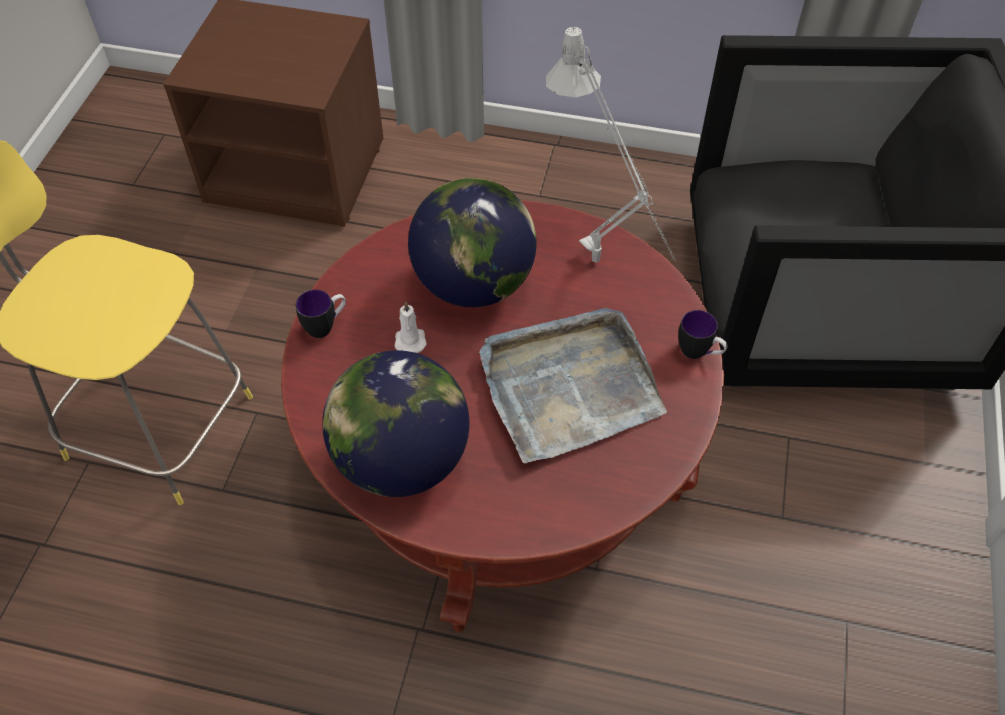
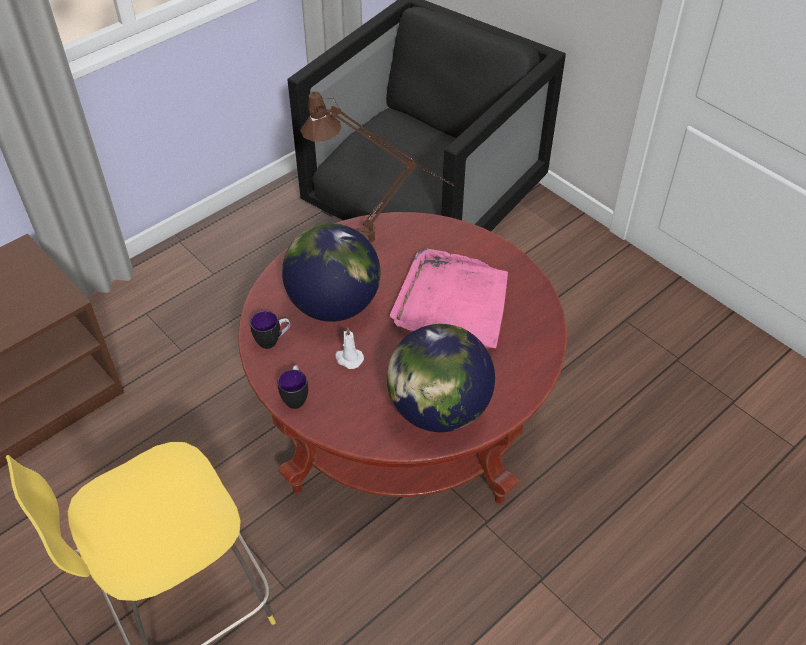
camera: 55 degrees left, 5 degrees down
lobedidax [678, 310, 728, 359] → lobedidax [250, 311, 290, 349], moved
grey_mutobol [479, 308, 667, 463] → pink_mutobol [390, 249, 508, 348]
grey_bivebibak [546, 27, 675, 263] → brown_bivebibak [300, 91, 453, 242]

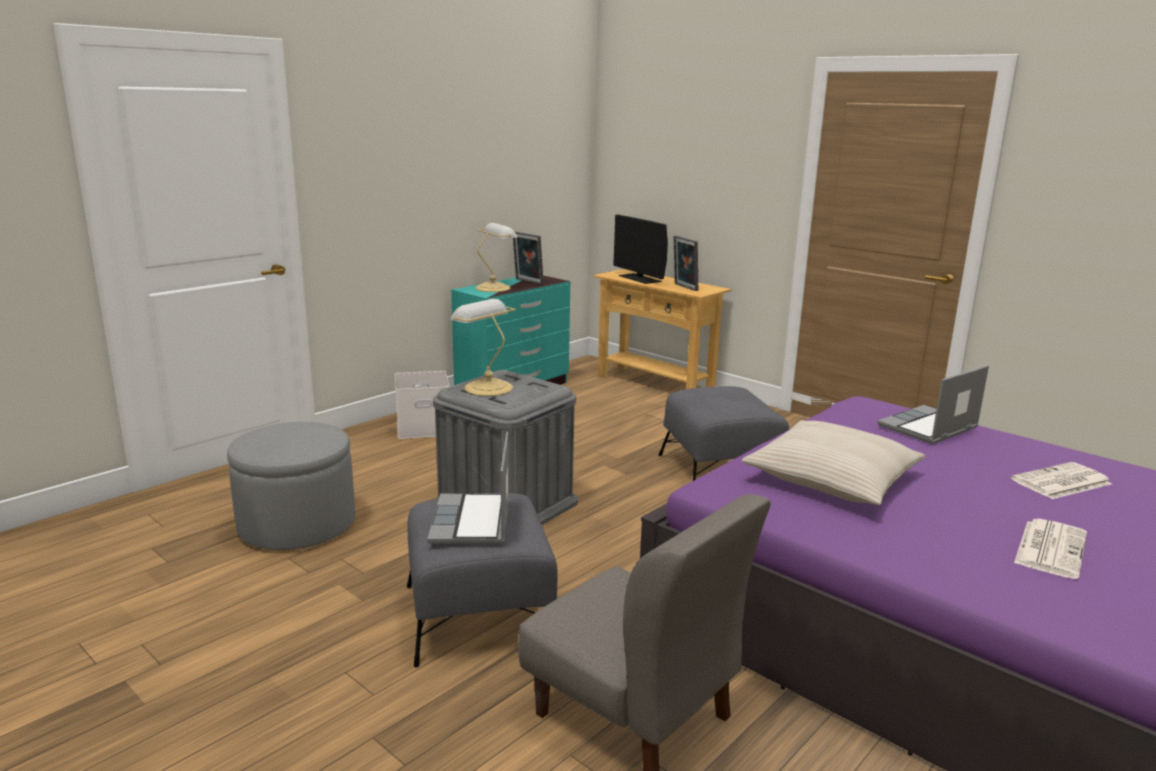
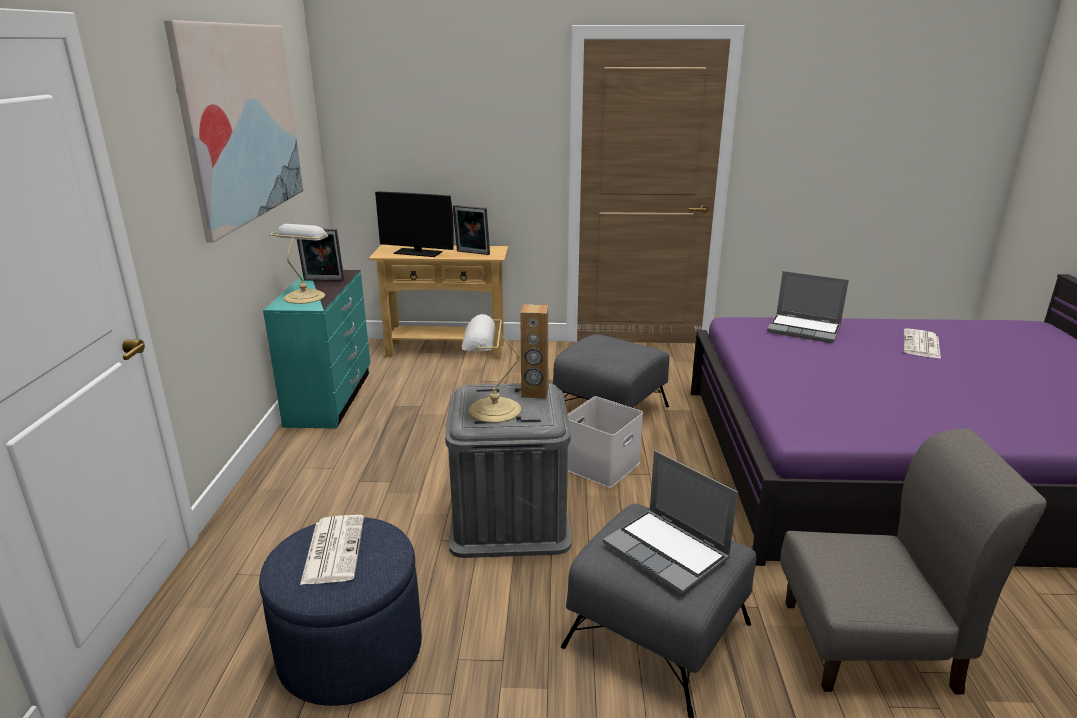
camera: 40 degrees left, 5 degrees up
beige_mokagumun [742, 420, 925, 505] → -
- → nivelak [164, 20, 303, 242]
- → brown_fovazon [520, 304, 548, 399]
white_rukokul [395, 371, 449, 439] → white_rukokul [567, 396, 643, 488], moved
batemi [1014, 519, 1087, 579] → batemi [300, 515, 364, 585], moved
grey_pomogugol [227, 422, 355, 550] → blue_pomogugol [259, 517, 422, 706]
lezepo [877, 365, 989, 444] → lezepo [767, 271, 849, 343], 75 degrees counterclockwise

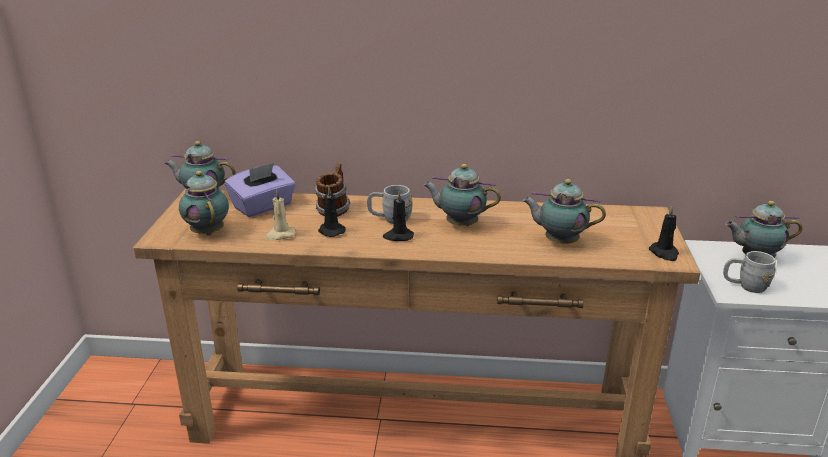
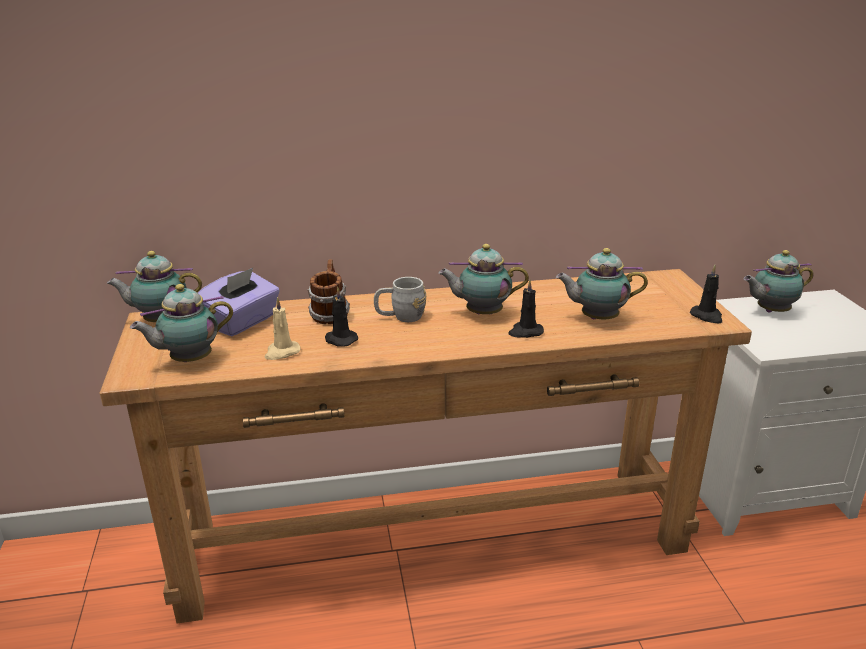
camera: 15 degrees left, 0 degrees up
grey_lobedidax [723, 251, 776, 293] → -
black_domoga [383, 192, 414, 241] → black_domoga [508, 279, 544, 338], moved
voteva [179, 171, 229, 236] → voteva [130, 284, 233, 362], 75 degrees counterclockwise

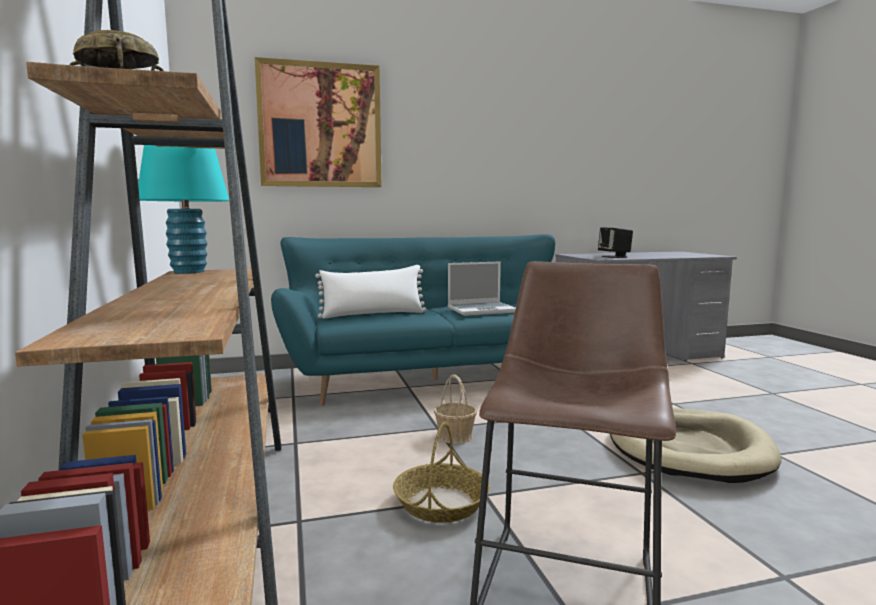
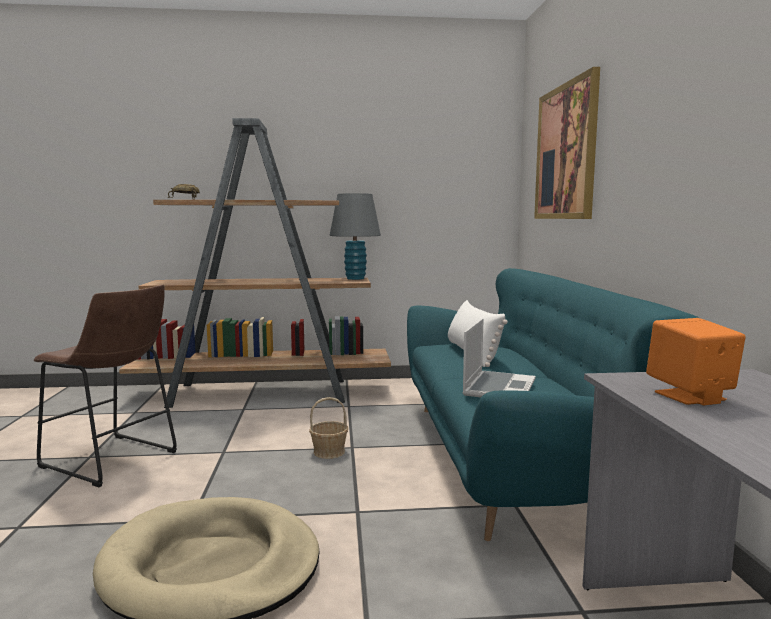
camera: 100 degrees right, 0 degrees up
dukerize [393, 422, 490, 523] → -
turquoise_bivebibak [138, 145, 229, 274] → grey_bivebibak [330, 193, 381, 280]
black_fovazon [598, 227, 633, 258] → orange_fovazon [646, 318, 746, 406]
lezepo [448, 261, 516, 316] → lezepo [462, 318, 535, 397], 150 degrees counterclockwise

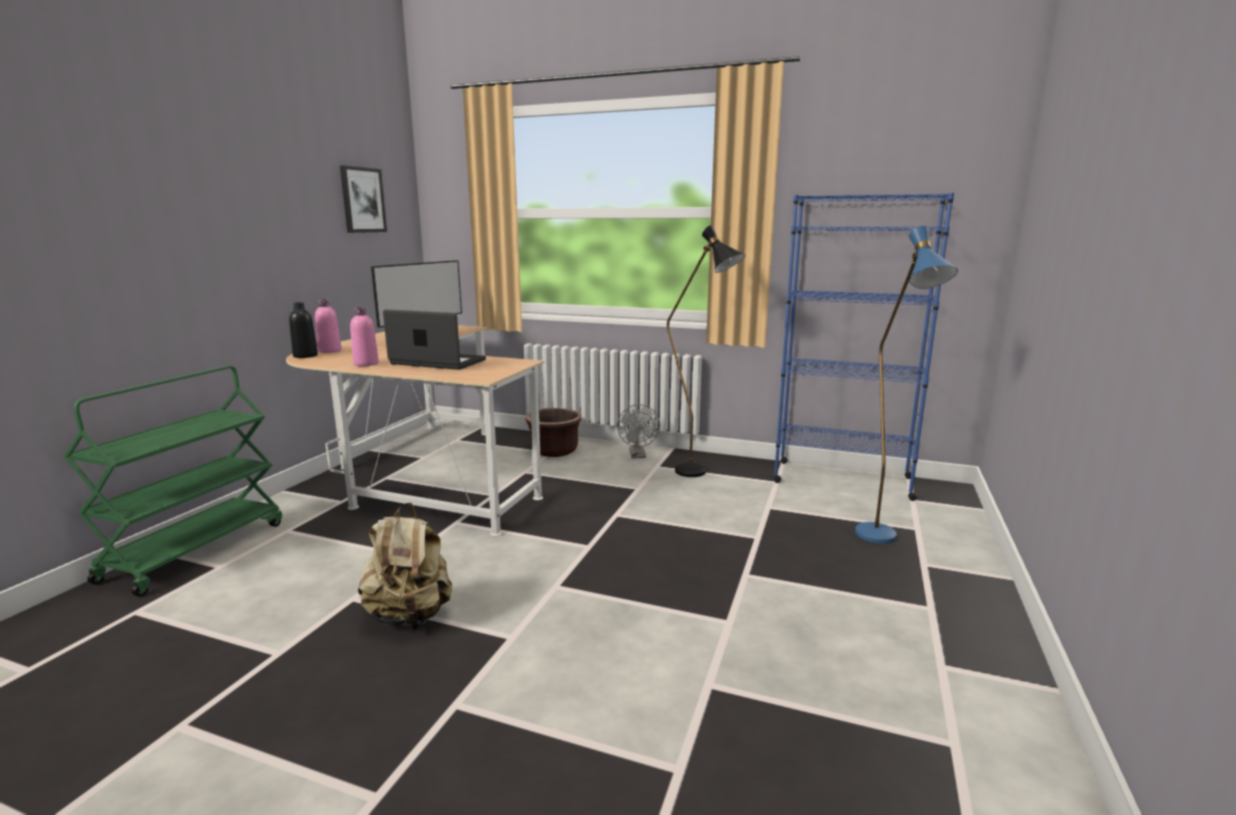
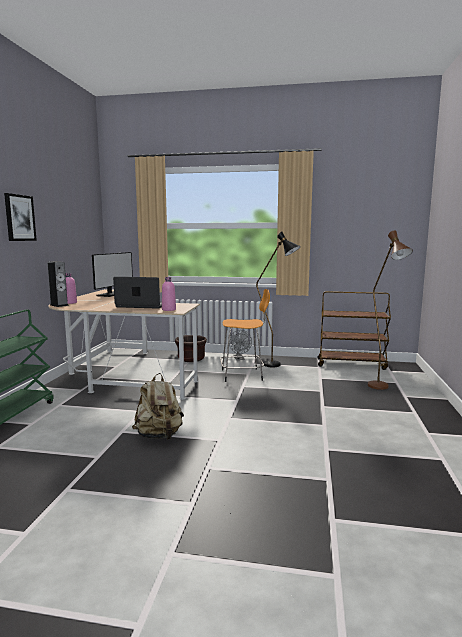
camera: 10 degrees left, 5 degrees down
- → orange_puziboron [220, 289, 270, 382]
nivelak [340, 165, 387, 233] → nivelak [4, 193, 37, 241], moved
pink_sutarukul [350, 307, 379, 366] → pink_sutarukul [162, 277, 176, 311], moved
black_sutarukul [289, 302, 318, 358] → fovazon [48, 261, 69, 307]
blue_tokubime [774, 193, 954, 501] → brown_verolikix [318, 291, 391, 370]
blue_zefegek [855, 226, 958, 544] → brown_zefegek [368, 230, 413, 390]

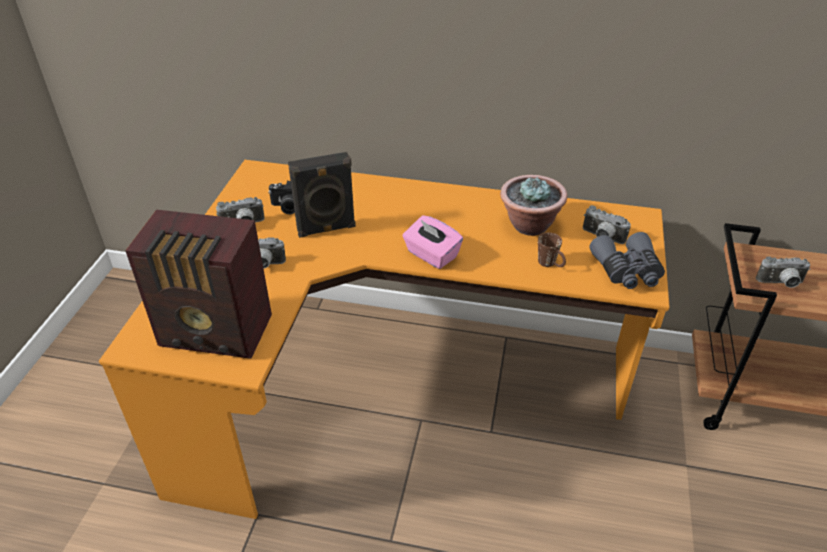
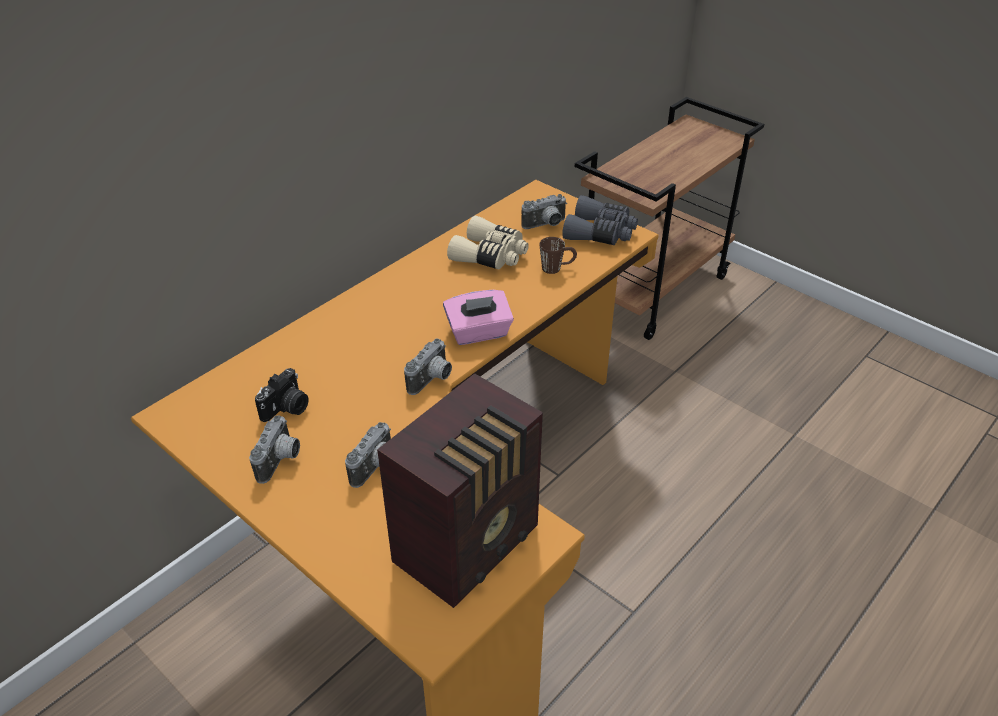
camera: 60 degrees left, 0 degrees up
black_fovazon [288, 152, 356, 238] → -
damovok [756, 256, 810, 288] → damovok [404, 339, 452, 395], moved
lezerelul [500, 175, 567, 236] → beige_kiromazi [447, 216, 529, 269]

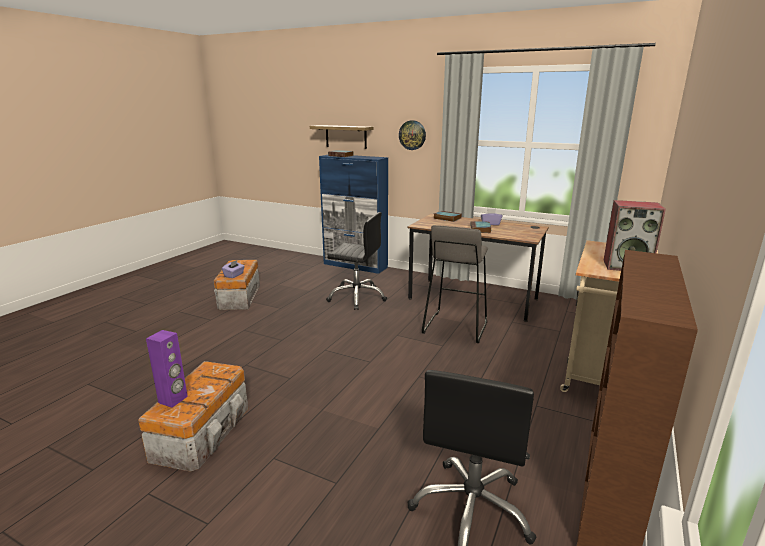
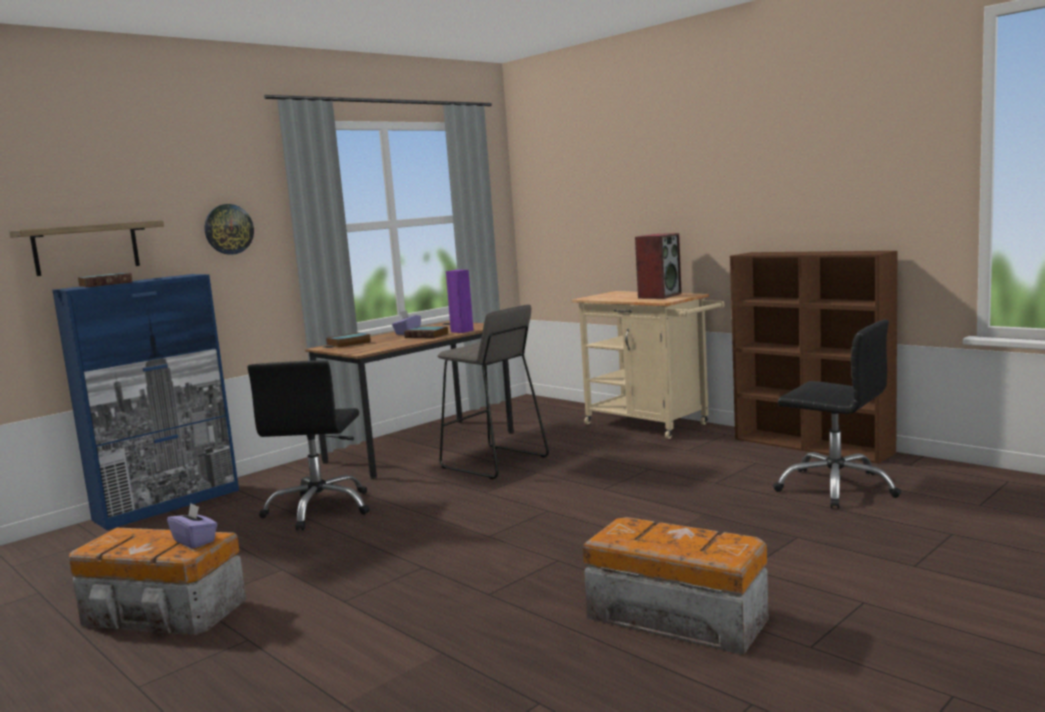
camera: 70 degrees left, 10 degrees down
purple_fovazon [146, 330, 188, 408] → purple_fovazon [446, 270, 474, 333], moved
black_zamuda [326, 212, 387, 310] → black_zamuda [247, 360, 370, 530], 150 degrees clockwise

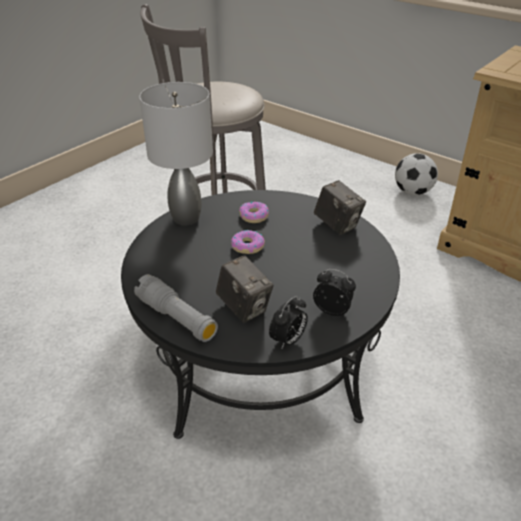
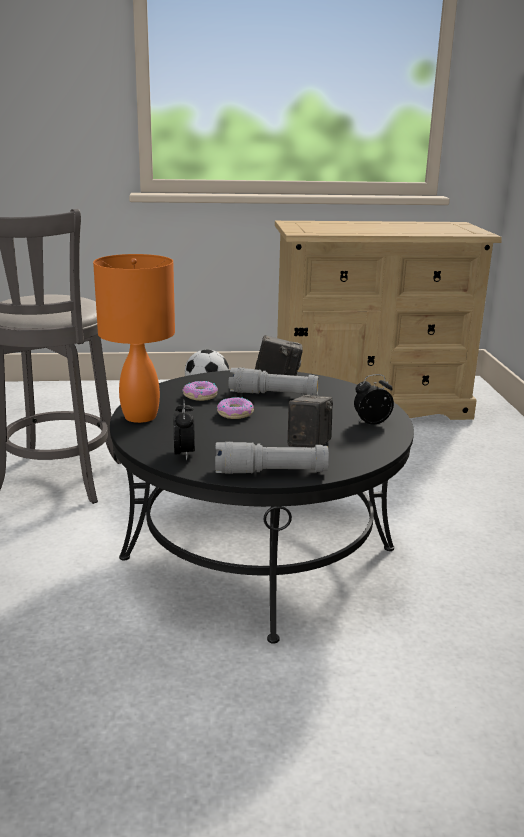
camera: 45 degrees left, 15 degrees down
- → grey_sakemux [229, 367, 319, 396]
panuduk [269, 296, 308, 349] → panuduk [174, 400, 195, 460], moved
grey_bivebibak [139, 82, 213, 225] → orange_bivebibak [93, 254, 175, 423]
damovok [216, 256, 274, 323] → damovok [288, 395, 333, 447], 75 degrees counterclockwise

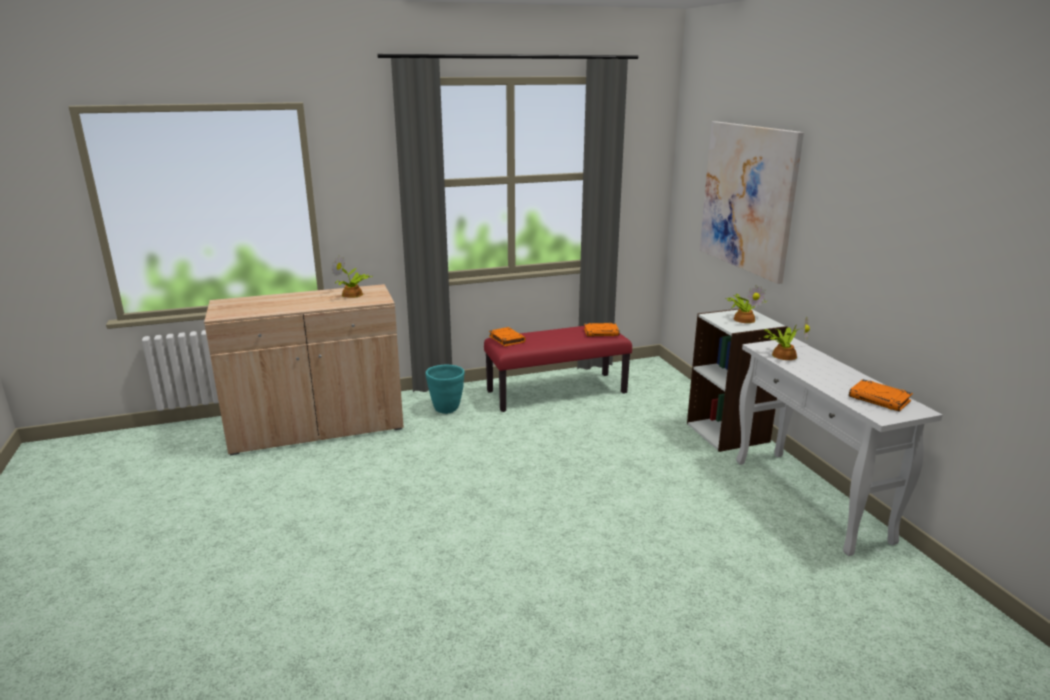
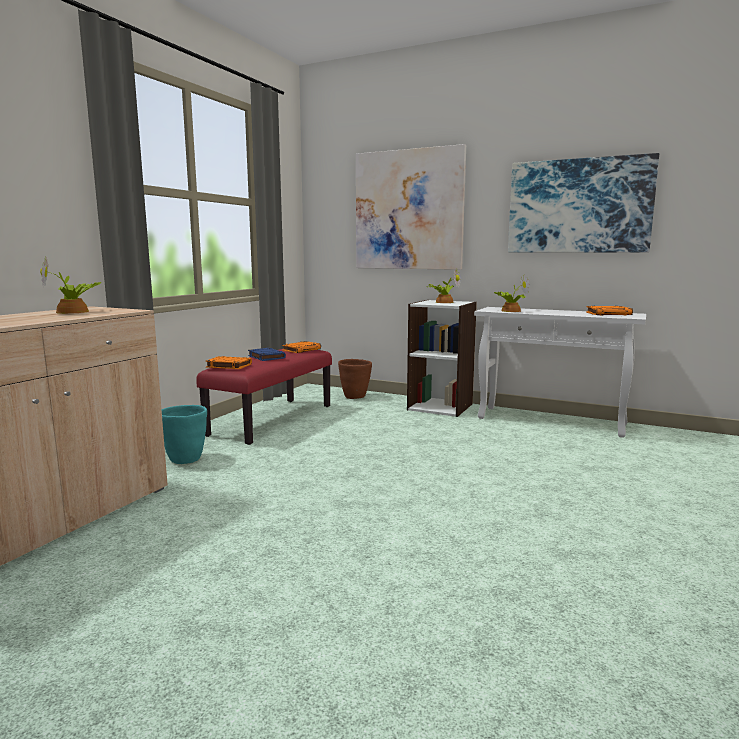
camera: 45 degrees left, 10 degrees down
- → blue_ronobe [248, 348, 286, 361]
- → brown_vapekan [338, 359, 372, 399]
- → nivelak [508, 153, 659, 253]

